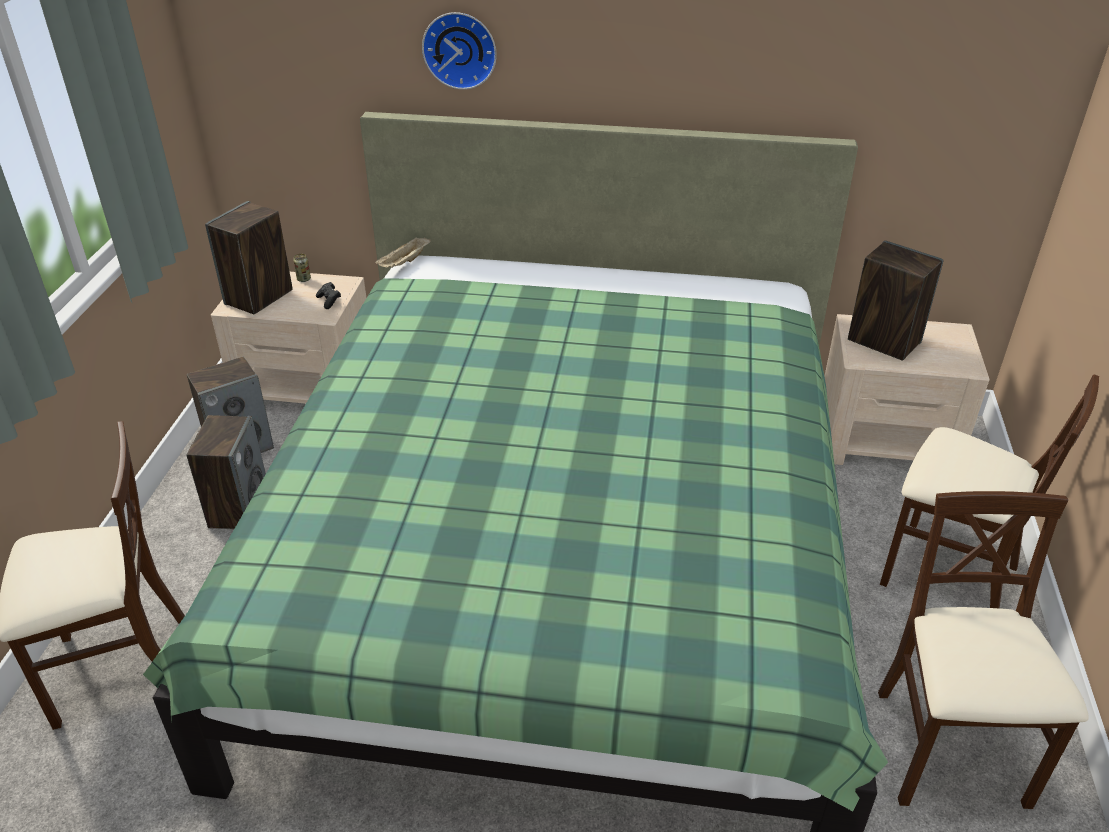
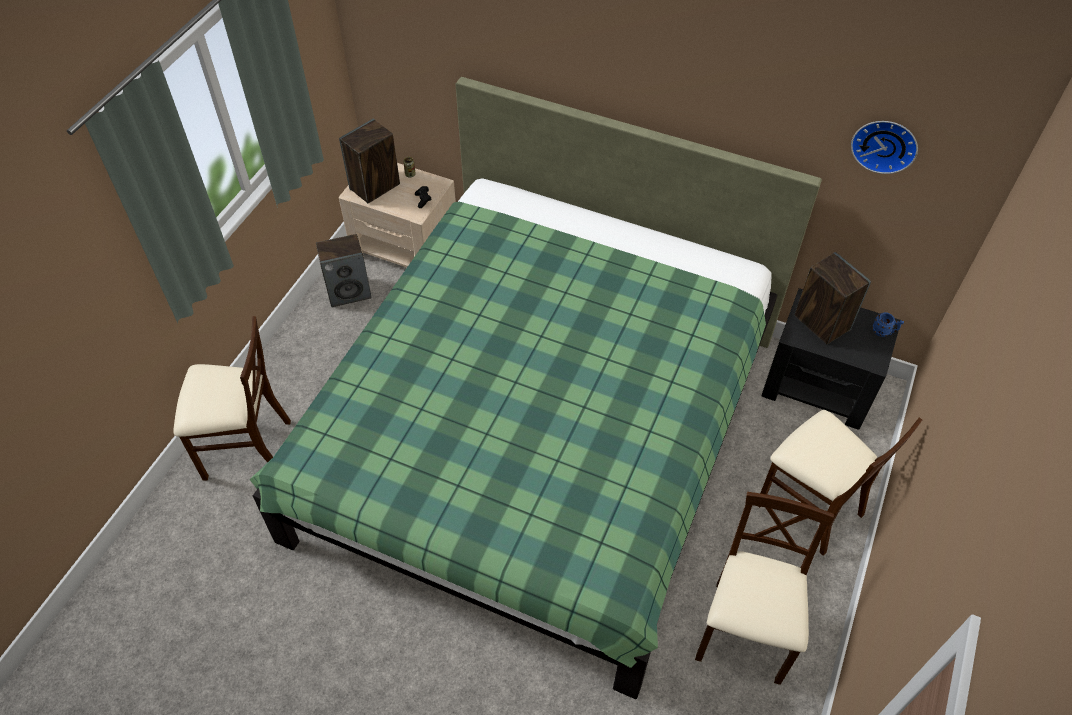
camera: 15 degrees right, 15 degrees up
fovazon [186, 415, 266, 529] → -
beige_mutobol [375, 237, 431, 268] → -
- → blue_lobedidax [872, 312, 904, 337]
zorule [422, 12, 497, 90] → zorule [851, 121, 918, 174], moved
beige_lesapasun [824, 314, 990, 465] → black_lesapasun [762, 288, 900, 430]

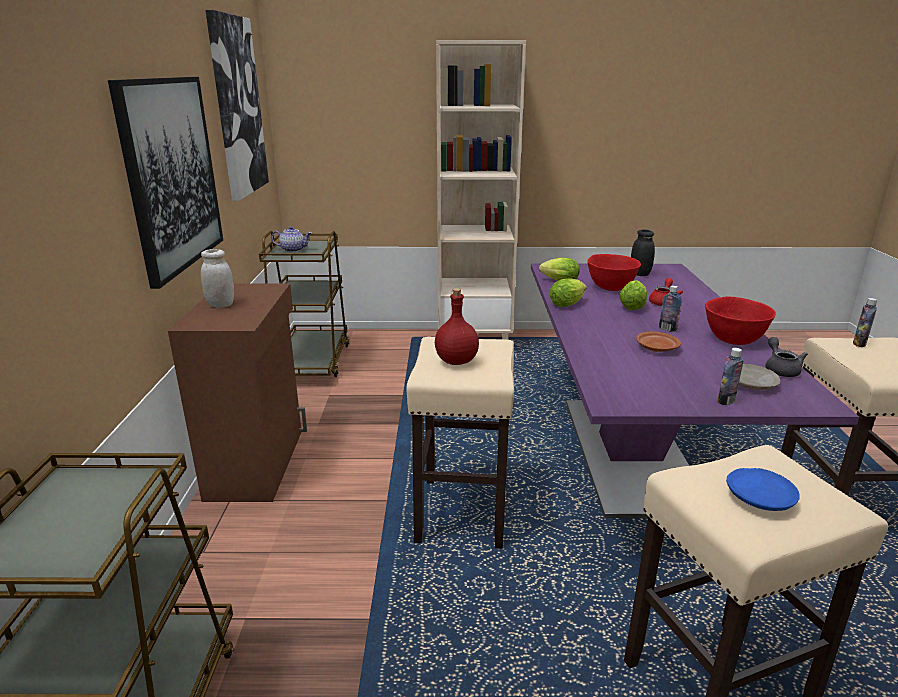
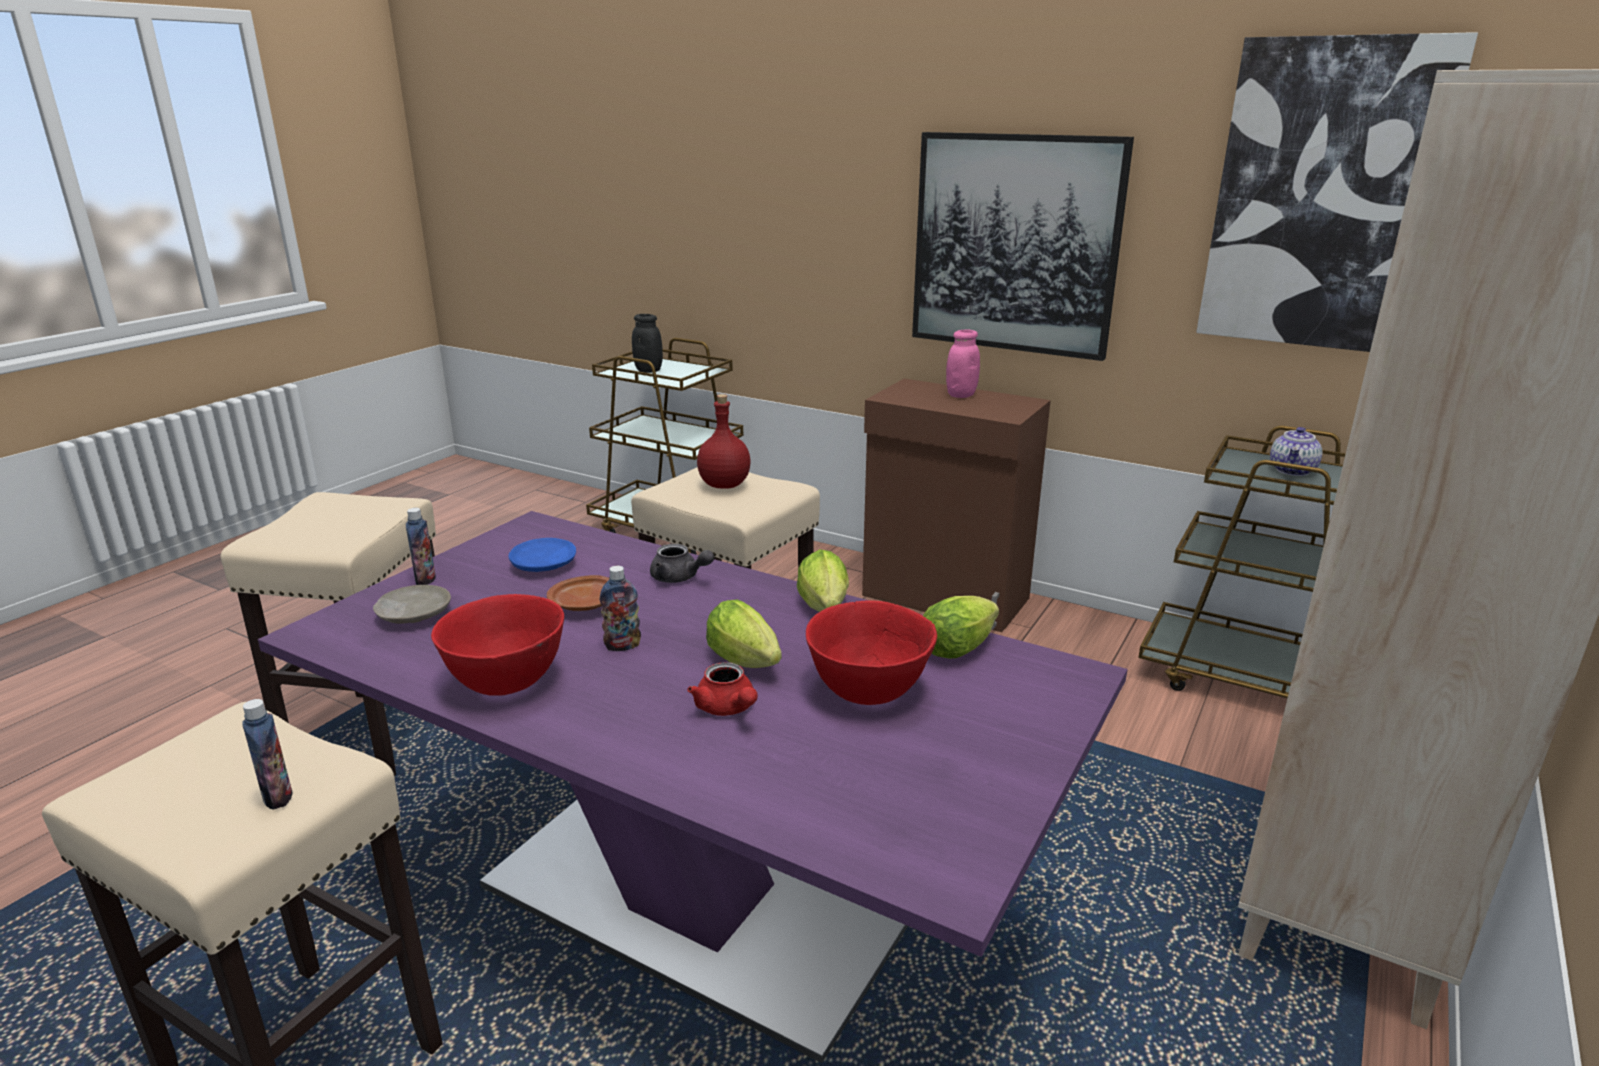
camera: 120 degrees right, 0 degrees up
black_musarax [631, 230, 655, 276] → black_musarax [632, 314, 663, 373], moved
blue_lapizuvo [726, 468, 800, 511] → blue_lapizuvo [509, 538, 576, 572], moved
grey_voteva [765, 337, 808, 377] → grey_voteva [650, 544, 714, 583], moved
white_musarax [201, 249, 234, 308] → pink_musarax [946, 329, 980, 398]

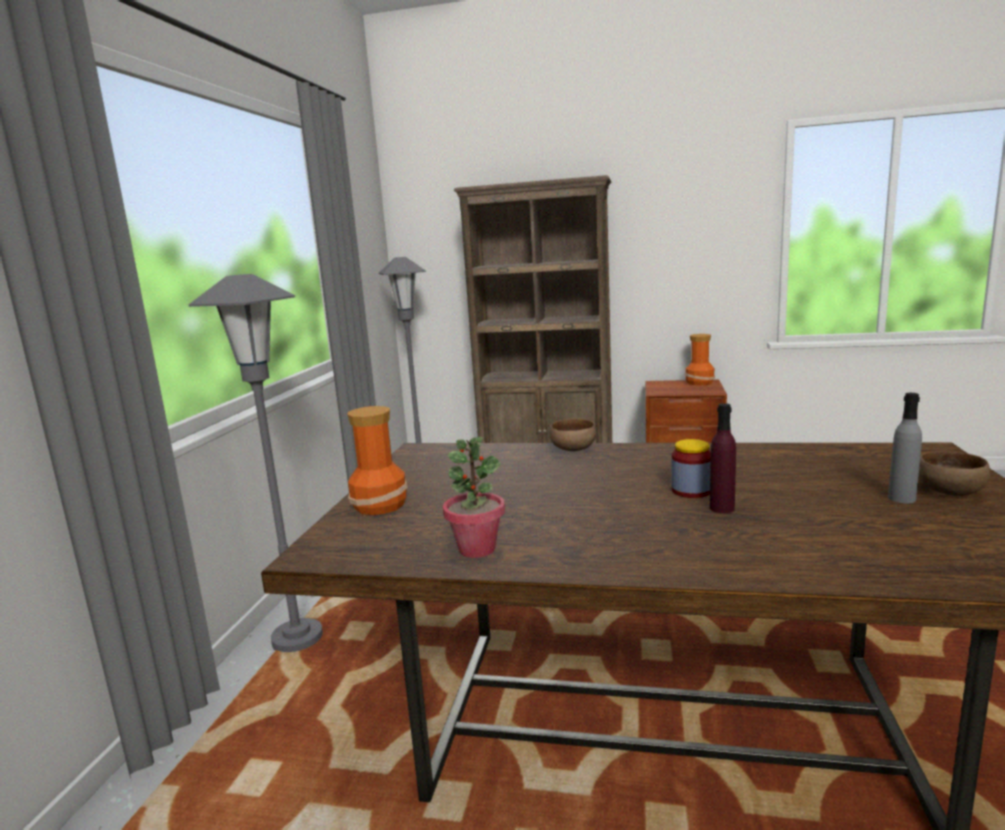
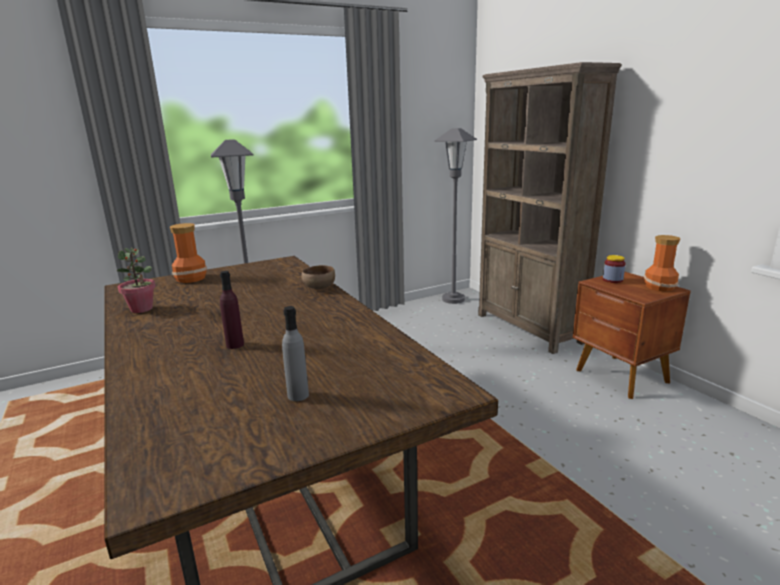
camera: 50 degrees right, 5 degrees up
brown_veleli [919, 451, 990, 496] → -
musarax [672, 439, 711, 498] → musarax [603, 255, 626, 283], moved

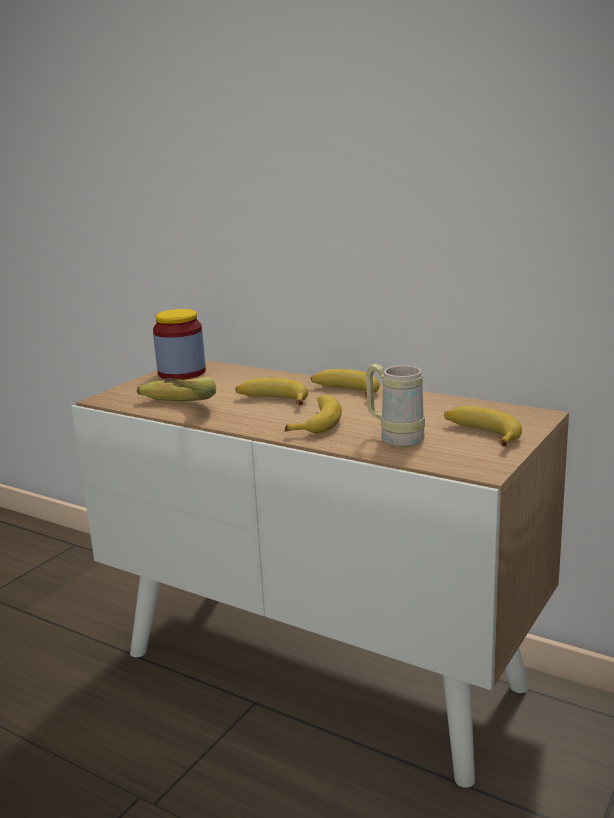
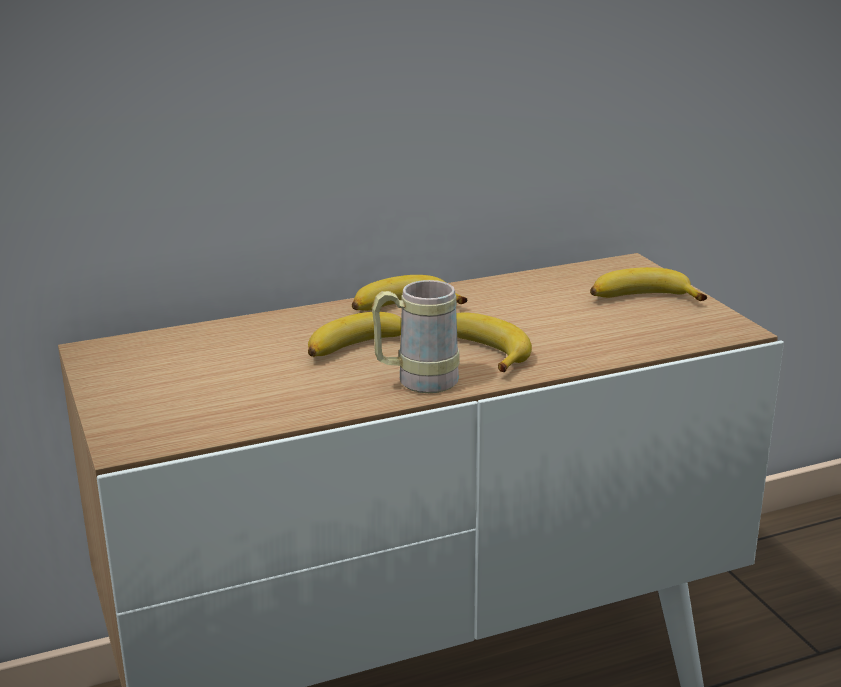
camera: 55 degrees left, 5 degrees up
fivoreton [137, 377, 216, 401] → -
musarax [153, 309, 206, 380] → -
beige_lobedidax [365, 364, 425, 447] → beige_lobedidax [372, 280, 460, 393], moved

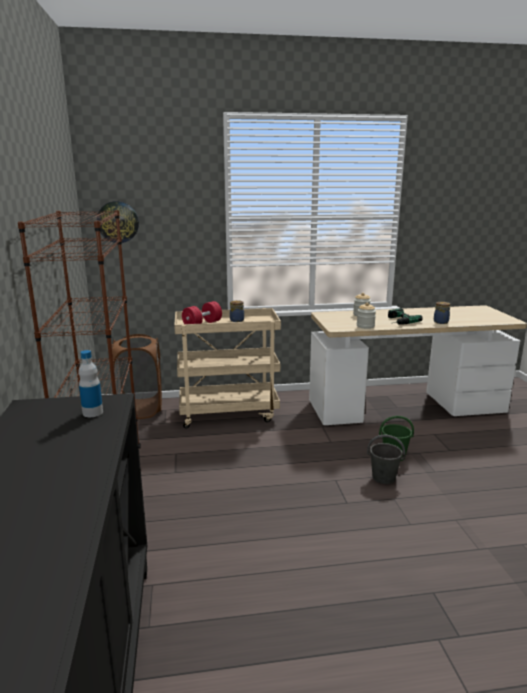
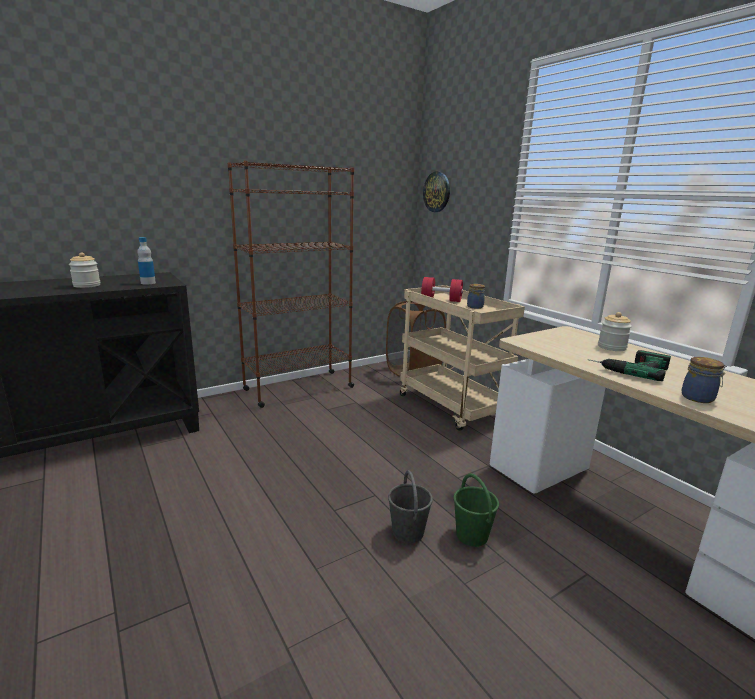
camera: 65 degrees right, 0 degrees up
musarax [357, 302, 376, 329] → musarax [69, 252, 100, 288], moved

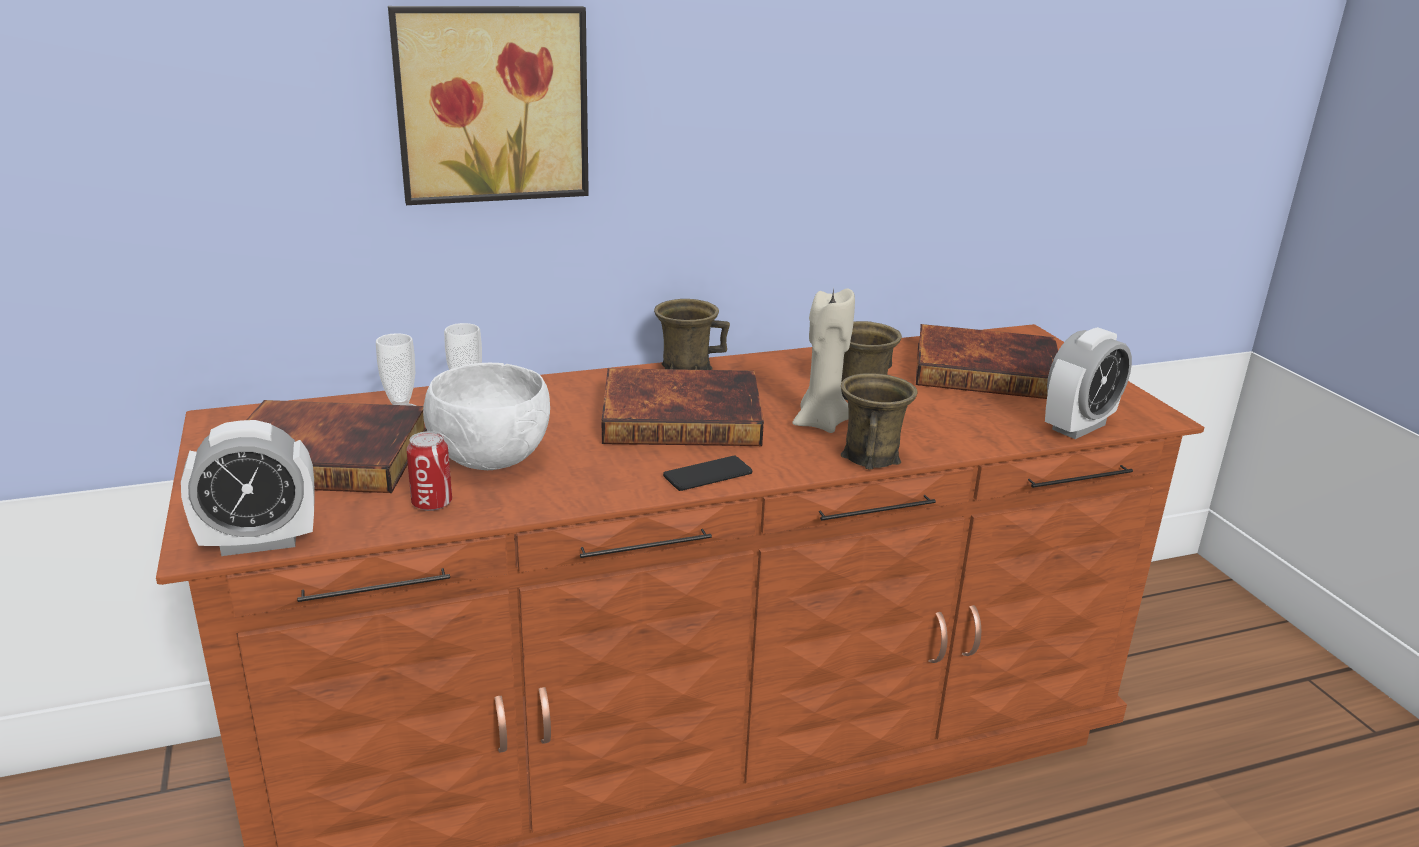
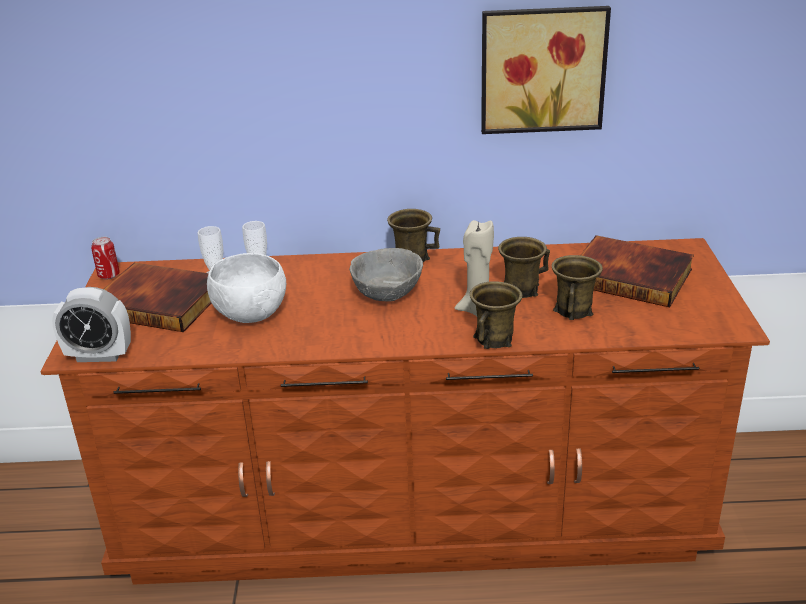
camera: 20 degrees right, 5 degrees up
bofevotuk [663, 456, 752, 491] → -
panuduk [1045, 327, 1132, 439] → -
- → brown_lobedidax [552, 255, 603, 320]
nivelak [388, 6, 589, 205] → nivelak [481, 6, 611, 134], moved
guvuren [407, 431, 452, 511] → guvuren [91, 237, 120, 279], moved
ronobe [602, 368, 764, 446] → grey_veleli [349, 248, 423, 302]

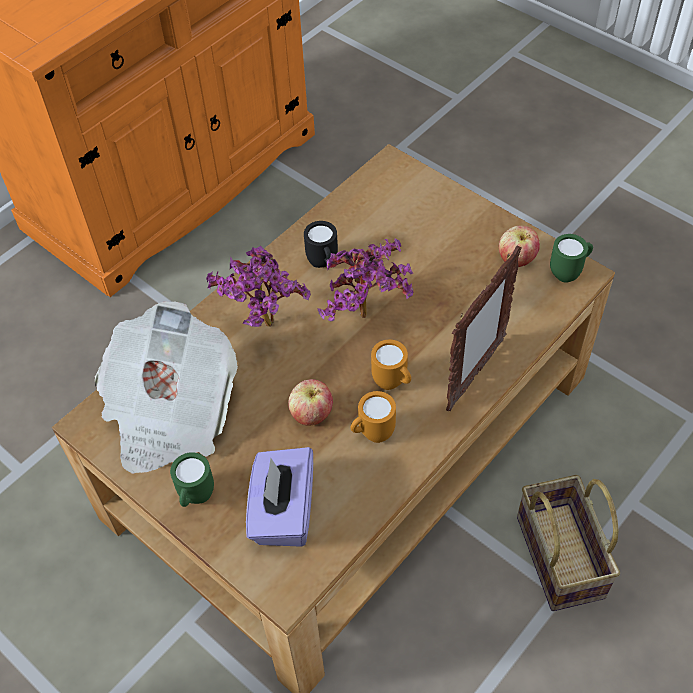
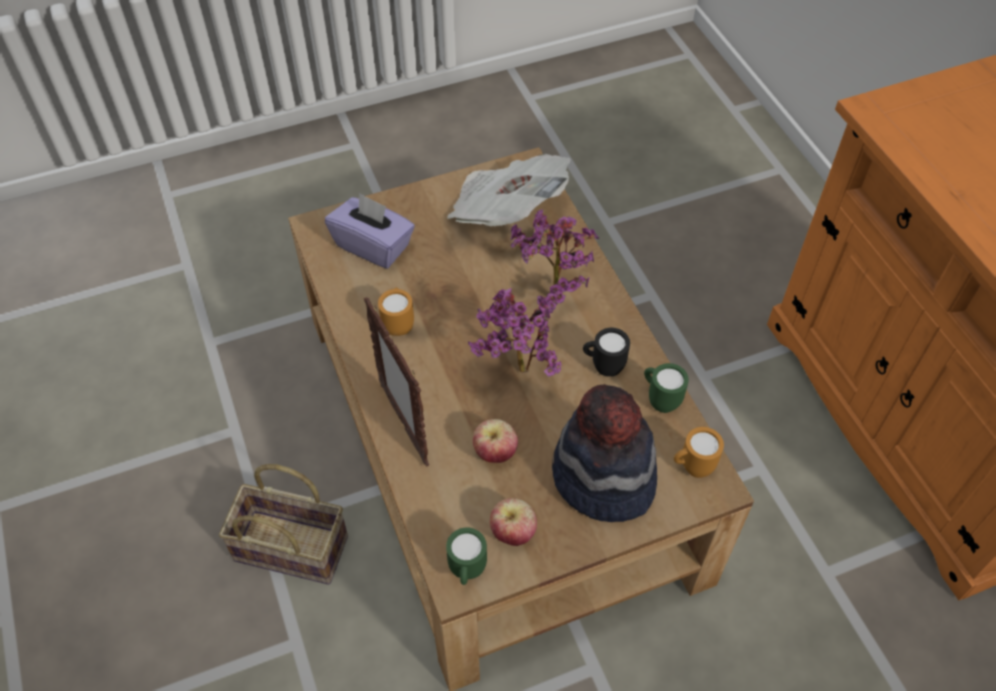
camera: 115 degrees right, 0 degrees up
- → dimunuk [552, 384, 657, 522]
green_lobedidax [170, 452, 214, 507] → green_lobedidax [644, 363, 689, 413], moved
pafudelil [288, 379, 333, 426] → pafudelil [473, 419, 518, 463], moved
orange_lobedidax [371, 340, 411, 390] → orange_lobedidax [674, 427, 724, 478], moved

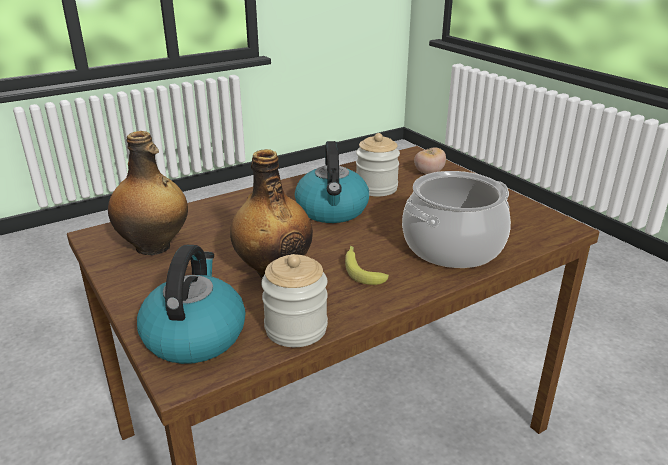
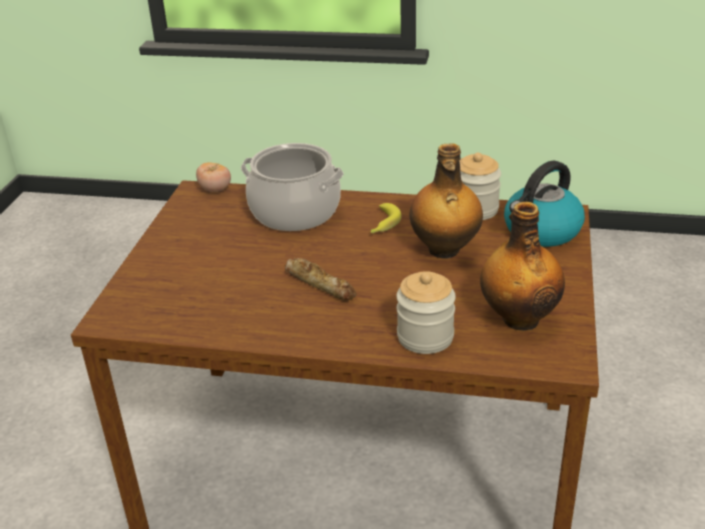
camera: 135 degrees left, 5 degrees up
musarax [356, 133, 400, 196] → musarax [396, 271, 456, 354], moved
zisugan [414, 147, 446, 174] → zisugan [196, 162, 231, 192], moved
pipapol [295, 141, 369, 223] → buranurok [285, 258, 356, 300]

